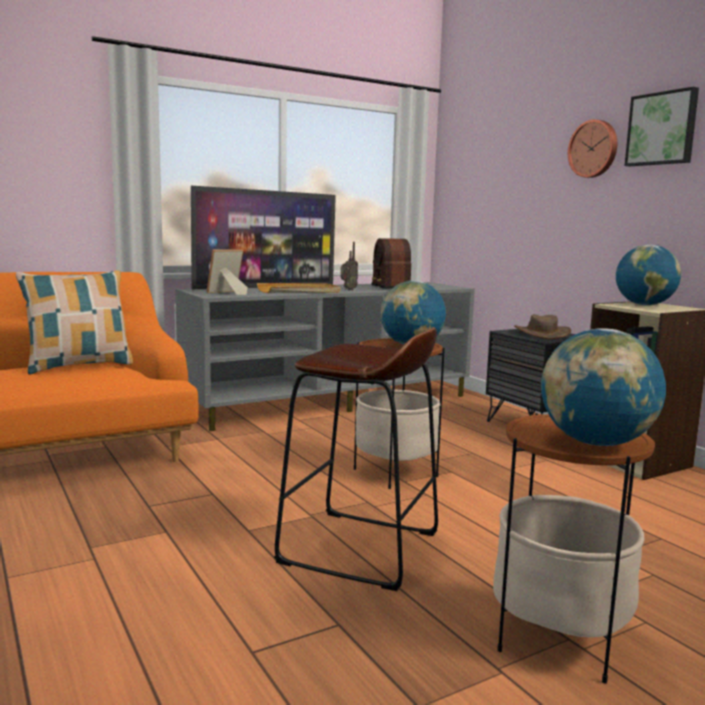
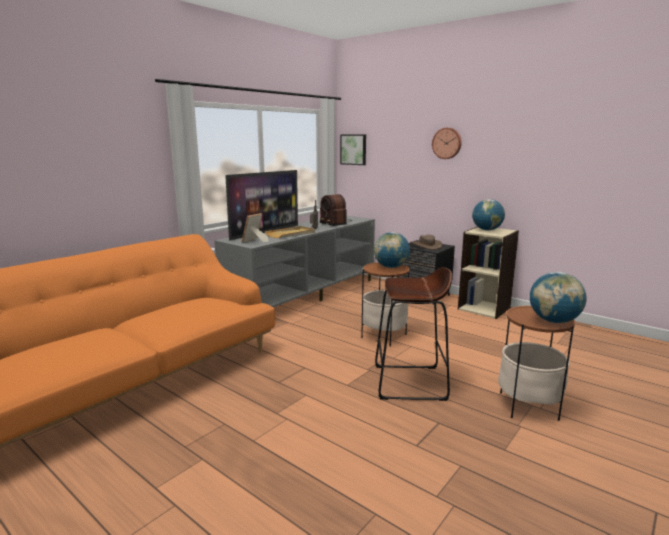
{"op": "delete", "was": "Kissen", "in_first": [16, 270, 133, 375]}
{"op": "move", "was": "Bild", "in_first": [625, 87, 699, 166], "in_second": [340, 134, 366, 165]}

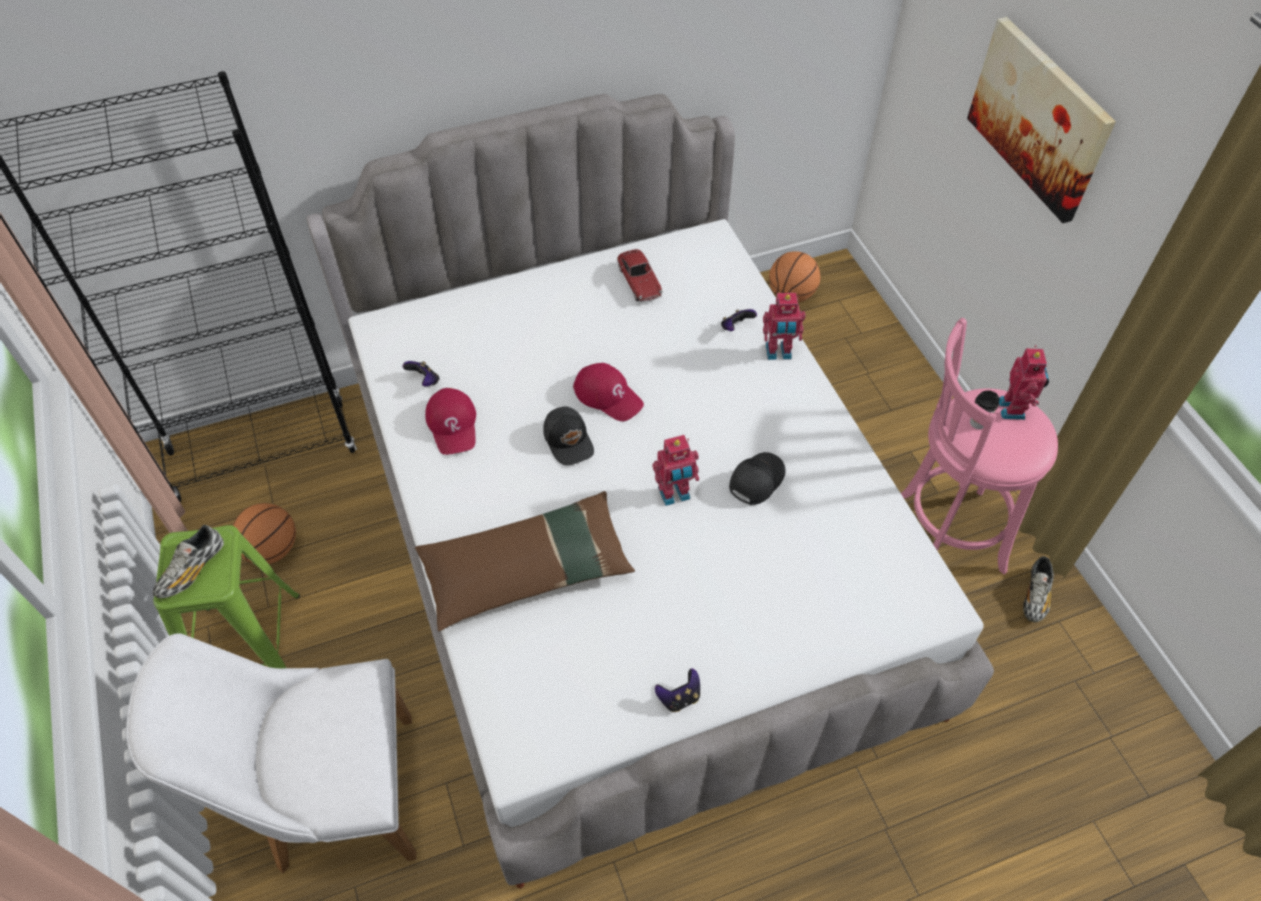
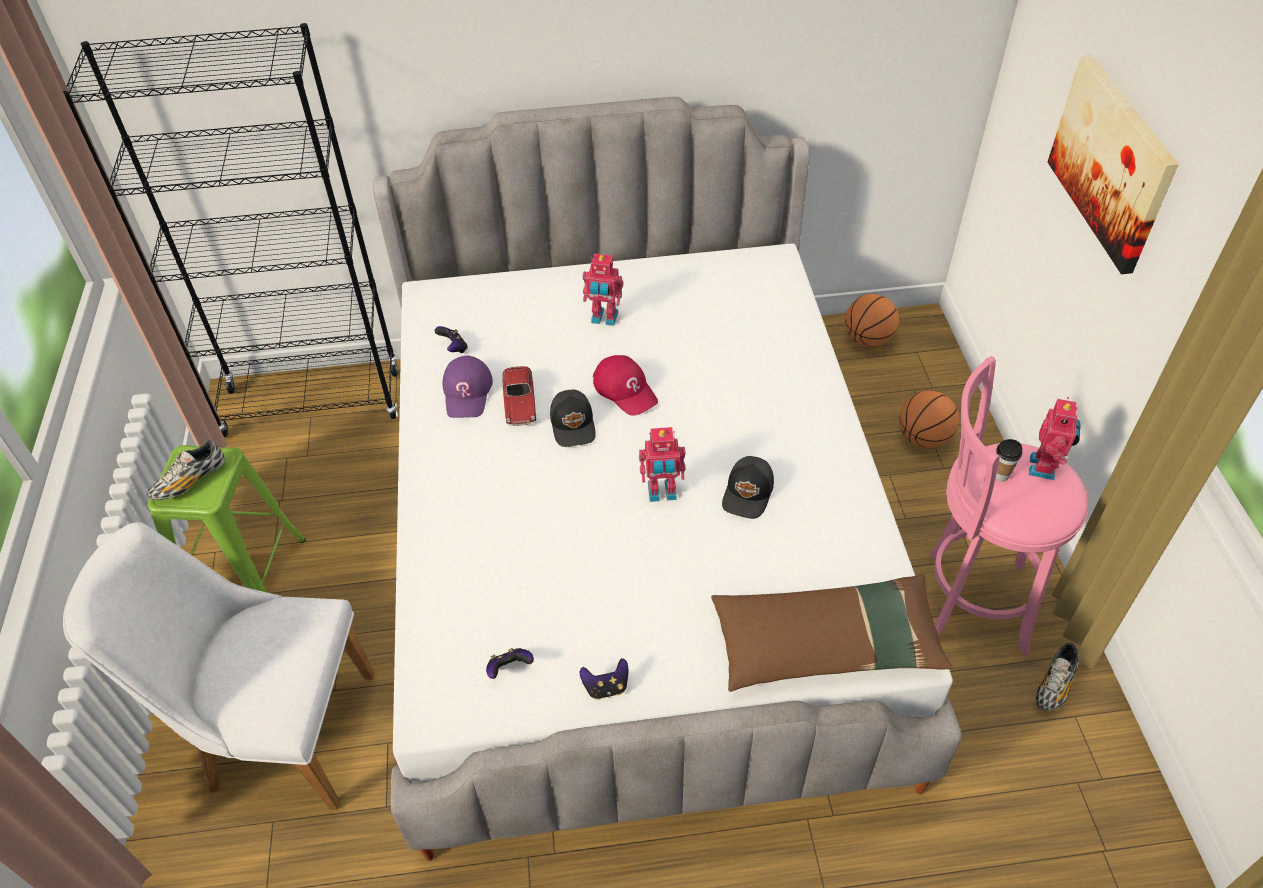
{"op": "move", "was": "Basketball", "in_first": [233, 503, 296, 564], "in_second": [899, 391, 959, 448]}
{"op": "move", "was": "Kissen (braun)", "in_first": [415, 491, 635, 631], "in_second": [711, 574, 953, 692]}
{"op": "move", "was": "Spielzeugauto", "in_first": [617, 249, 663, 302], "in_second": [502, 366, 536, 426]}
{"op": "move", "was": "Gamepad", "in_first": [721, 309, 757, 331], "in_second": [486, 648, 534, 679]}
{"op": "move", "was": "Spielzeugroboter", "in_first": [763, 293, 805, 360], "in_second": [583, 254, 624, 326]}
{"op": "recolor", "was": "Kappe (rot)", "now": "Kappe (lila)", "in_first": [425, 388, 476, 455], "in_second": [442, 356, 493, 418]}
{"op": "rotate", "was": "Kappe (schwarz)", "in_first": [729, 452, 786, 505], "in_second": [722, 456, 774, 519], "clockwise": 150}

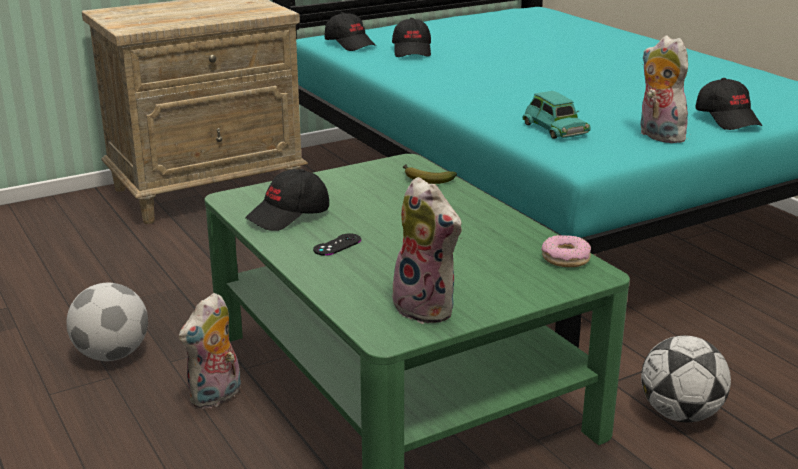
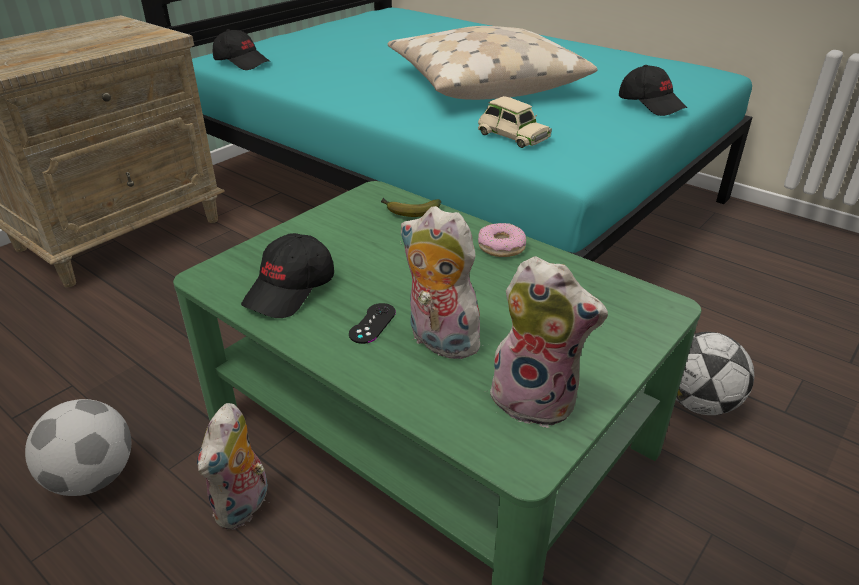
{"op": "delete", "was": "Kappe (schwarz)", "in_first": [392, 18, 431, 57]}
{"op": "insert", "now": "Kissen (beige)", "in_second": [388, 26, 598, 100]}
{"op": "move", "was": "Donut", "in_first": [541, 235, 591, 267], "in_second": [478, 223, 526, 257]}
{"op": "move", "was": "Plüschtier", "in_first": [640, 36, 690, 143], "in_second": [400, 206, 487, 359]}
{"op": "recolor", "was": "Spielzeugauto (türkis)", "now": "Spielzeugauto (beige)", "in_first": [523, 91, 591, 139], "in_second": [478, 96, 552, 148]}

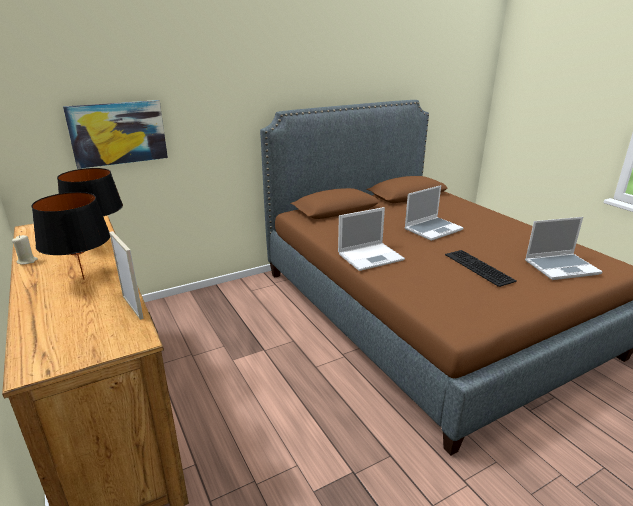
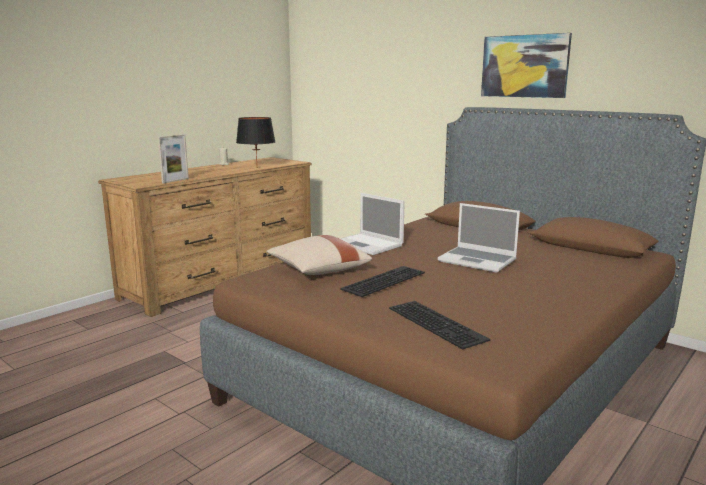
{"op": "delete", "was": "Tischlampe (schwarz)", "in_first": [31, 192, 110, 280]}
{"op": "insert", "now": "Kissen (beige)", "in_second": [266, 235, 372, 275]}
{"op": "move", "was": "Bild", "in_first": [63, 100, 168, 169], "in_second": [481, 33, 572, 98]}
{"op": "replace", "was": "Laptop", "now": "Tastatur", "in_first": [525, 217, 603, 280], "in_second": [389, 301, 490, 349]}

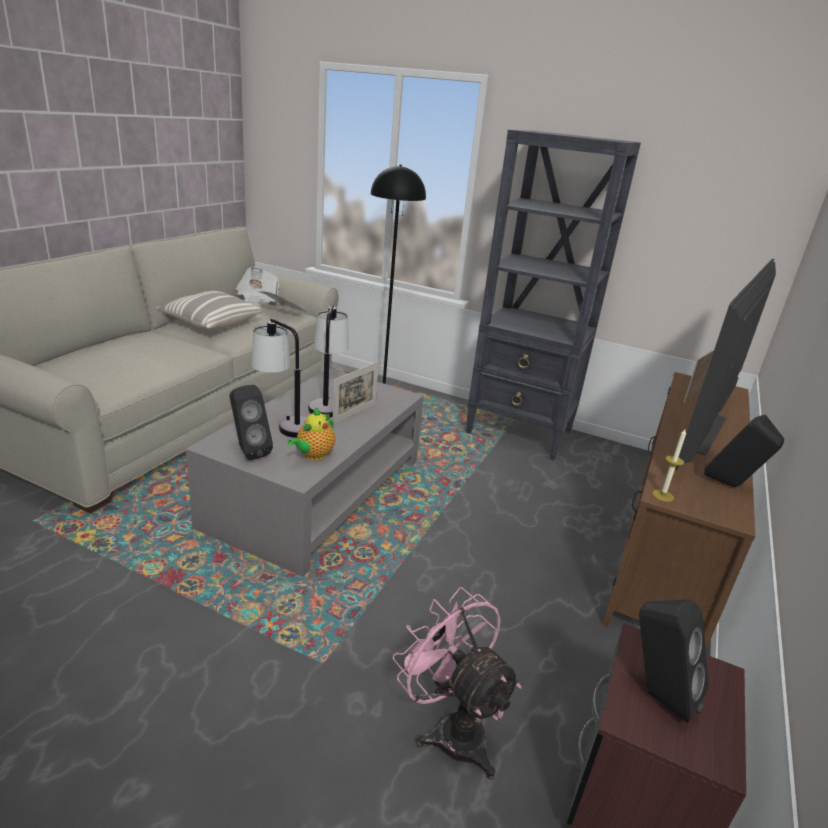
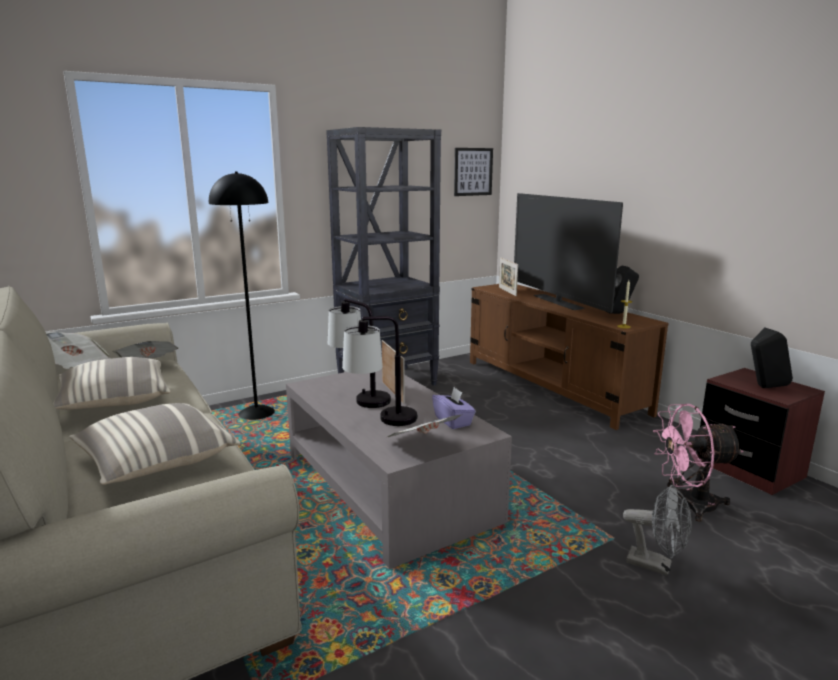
{"op": "insert", "now": "Kissen", "in_second": [69, 403, 240, 485]}
{"op": "insert", "now": "Bild", "in_second": [454, 148, 493, 196]}
{"op": "insert", "now": "Ventilator (grau)", "in_second": [623, 485, 692, 576]}
{"op": "replace", "was": "Lautsprecher (schwarz)", "now": "Zeitung", "in_first": [229, 385, 273, 460], "in_second": [386, 415, 461, 438]}
{"op": "replace", "was": "Teekanne", "now": "Taschentuchbox (lila)", "in_first": [287, 408, 335, 460], "in_second": [432, 387, 476, 429]}

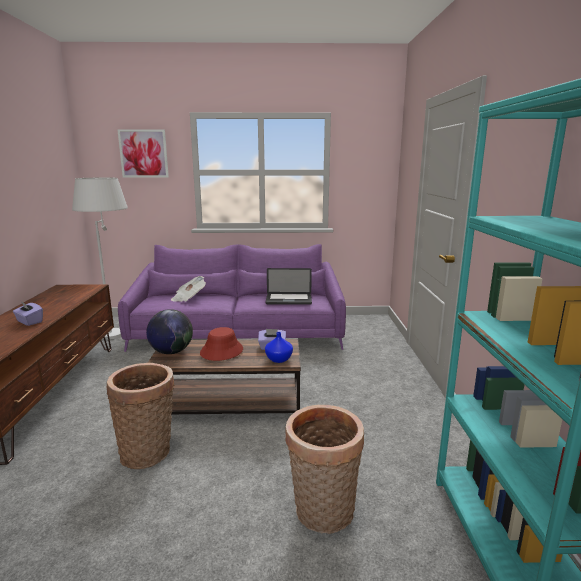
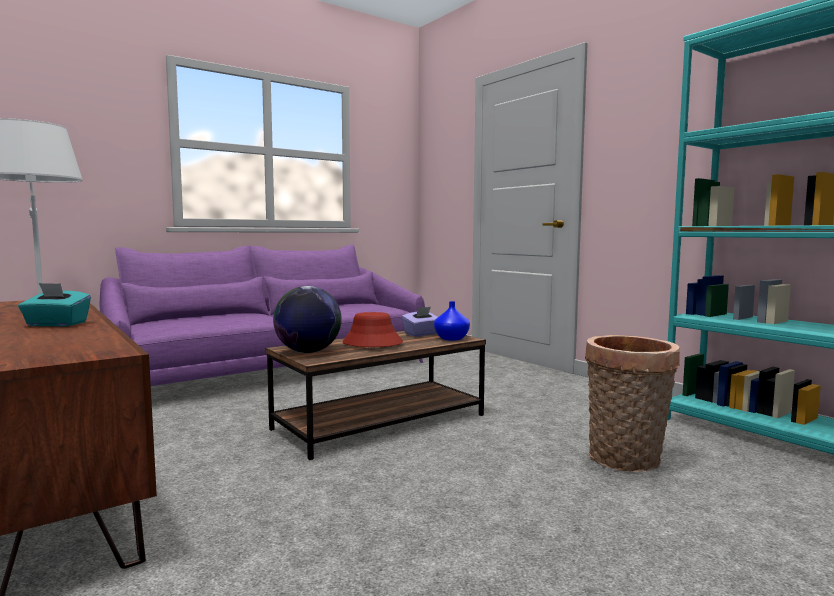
{"op": "delete", "was": "Korb", "in_first": [107, 363, 175, 469]}
{"op": "delete", "was": "Bild", "in_first": [117, 129, 169, 178]}
{"op": "delete", "was": "Zeitung", "in_first": [171, 276, 206, 302]}
{"op": "delete", "was": "Laptop", "in_first": [265, 268, 312, 305]}
{"op": "recolor", "was": "Taschentuchbox (lila)", "now": "Taschentuchbox (türkis)", "in_first": [13, 301, 43, 326], "in_second": [18, 283, 91, 327]}

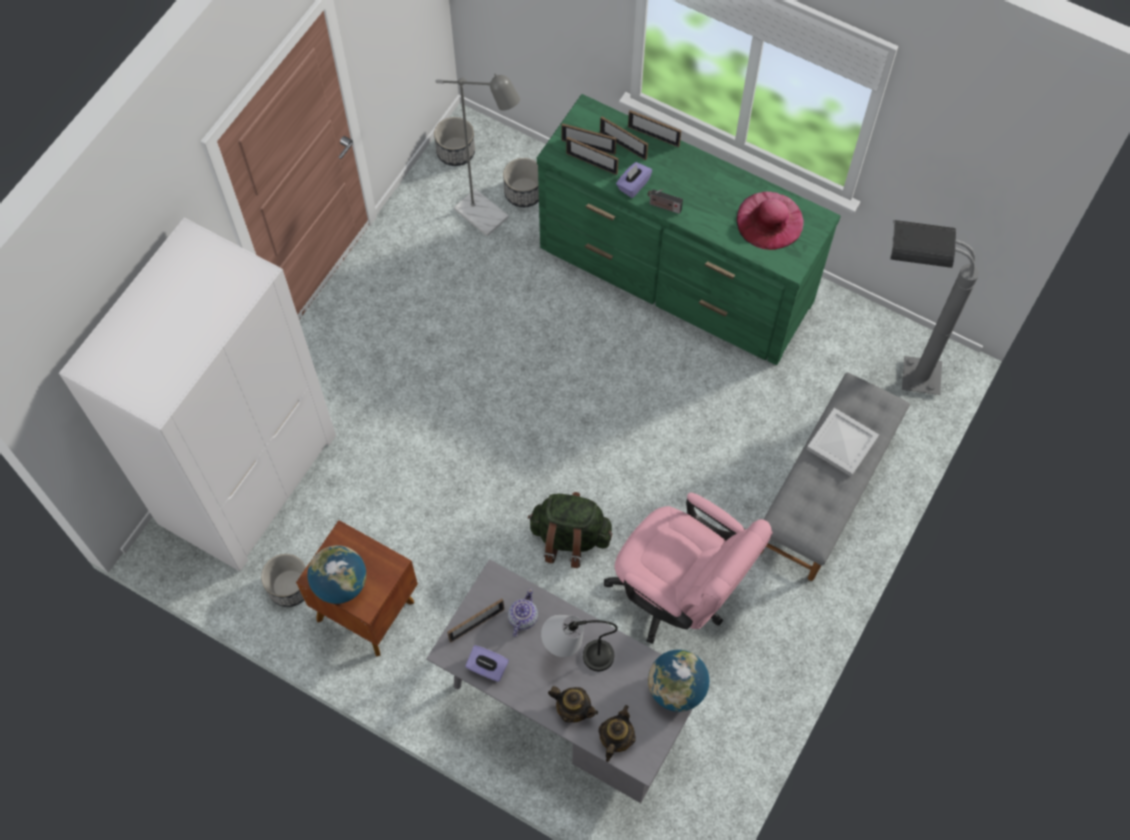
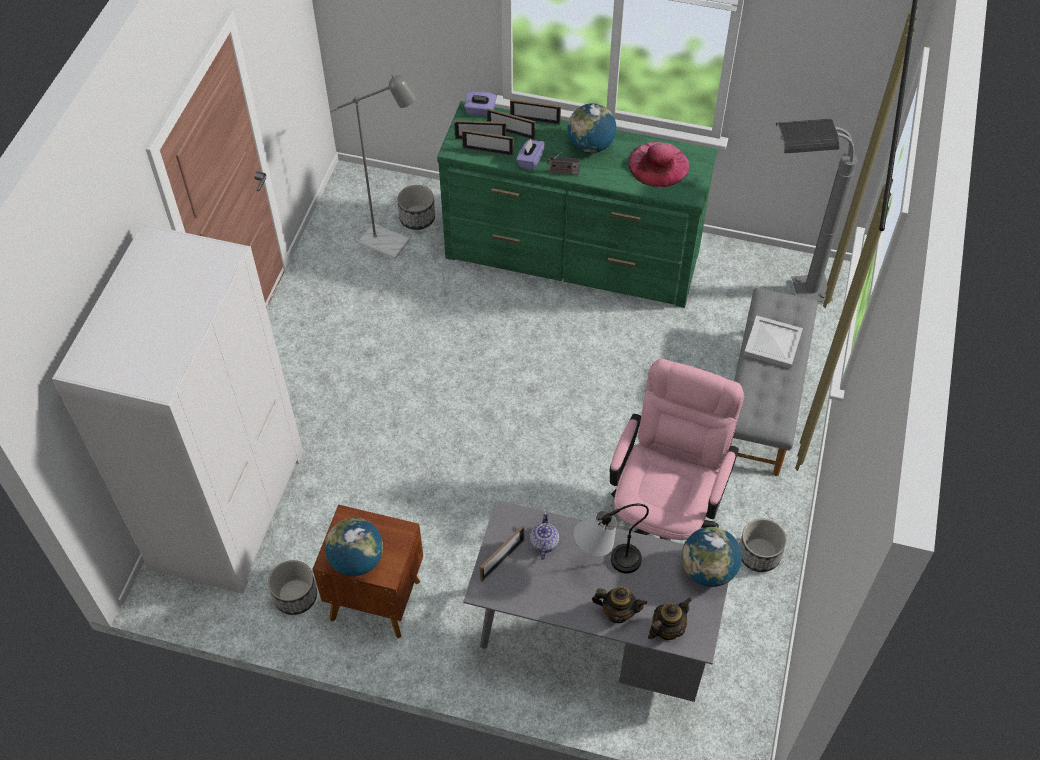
{"op": "delete", "was": "Rucksack (grün)", "in_first": [528, 492, 612, 568]}
{"op": "insert", "now": "Globus", "in_second": [568, 103, 616, 153]}
{"op": "move", "was": "Pflanzkübel", "in_first": [434, 117, 475, 166], "in_second": [739, 519, 787, 572]}
{"op": "move", "was": "Taschentuchbox (lila)", "in_first": [465, 645, 509, 682], "in_second": [464, 91, 497, 117]}
{"op": "rotate", "was": "Teekanne", "in_first": [598, 705, 636, 762], "in_second": [648, 598, 692, 640], "clockwise": 45}
{"op": "rotate", "was": "Bürostuhl (rosa)", "in_first": [604, 493, 773, 644], "in_second": [610, 358, 744, 541], "clockwise": -90}

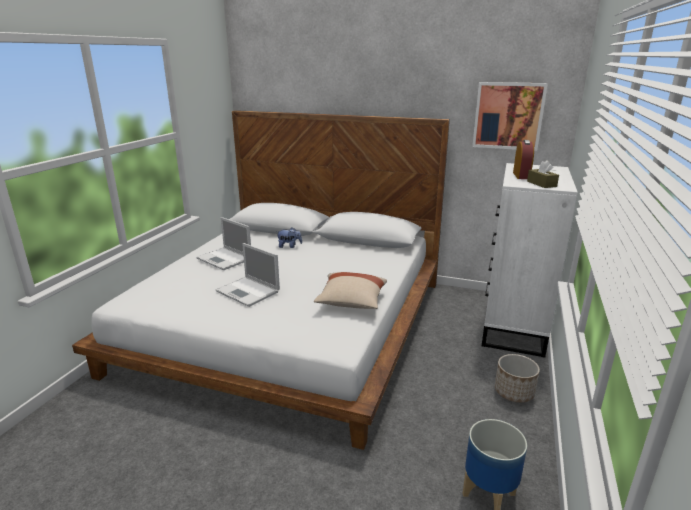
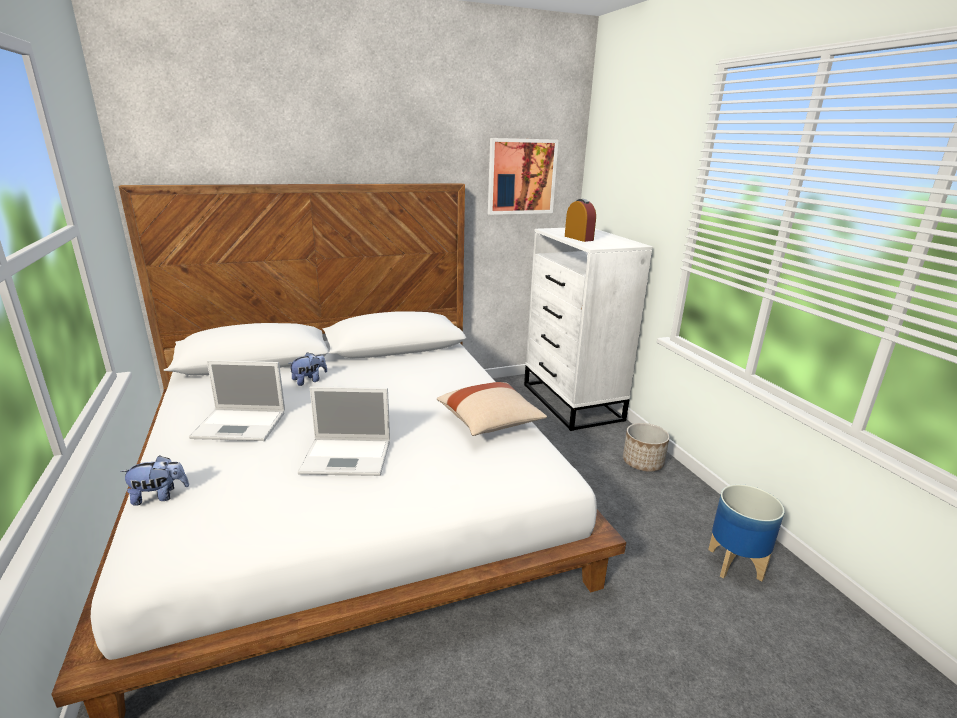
{"op": "delete", "was": "Taschentuchbox (braun)", "in_first": [527, 160, 559, 188]}
{"op": "insert", "now": "Plüschtier", "in_second": [120, 455, 189, 506]}

